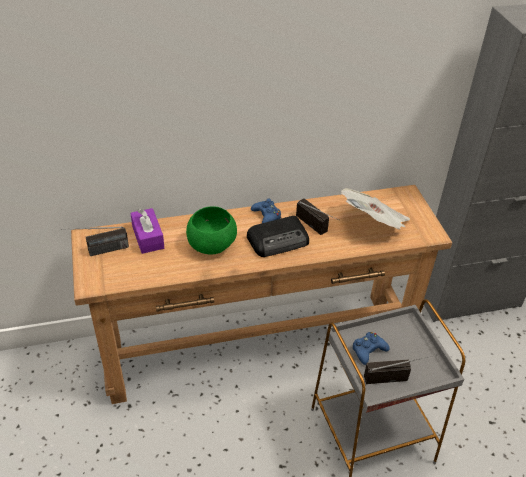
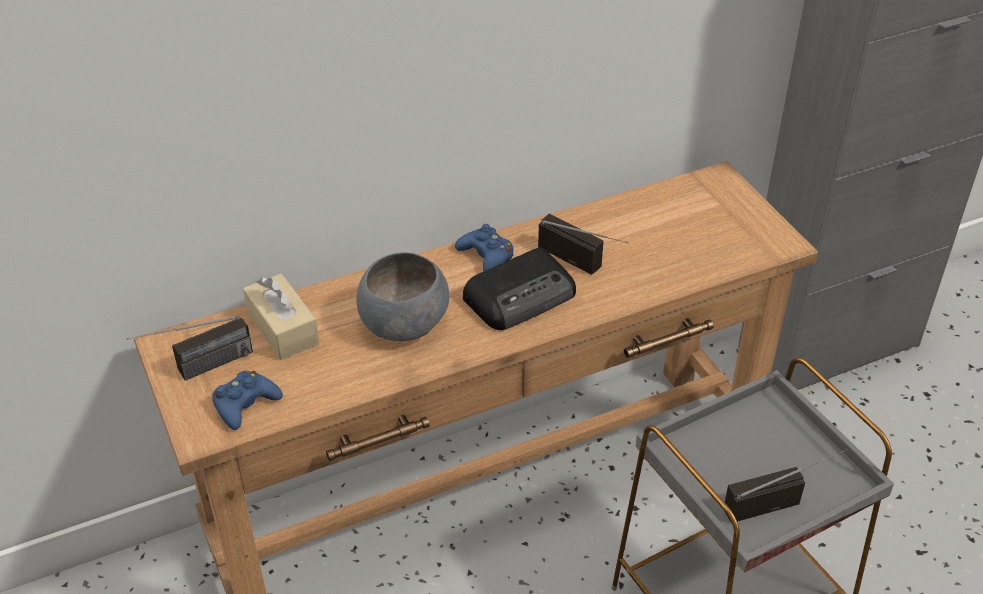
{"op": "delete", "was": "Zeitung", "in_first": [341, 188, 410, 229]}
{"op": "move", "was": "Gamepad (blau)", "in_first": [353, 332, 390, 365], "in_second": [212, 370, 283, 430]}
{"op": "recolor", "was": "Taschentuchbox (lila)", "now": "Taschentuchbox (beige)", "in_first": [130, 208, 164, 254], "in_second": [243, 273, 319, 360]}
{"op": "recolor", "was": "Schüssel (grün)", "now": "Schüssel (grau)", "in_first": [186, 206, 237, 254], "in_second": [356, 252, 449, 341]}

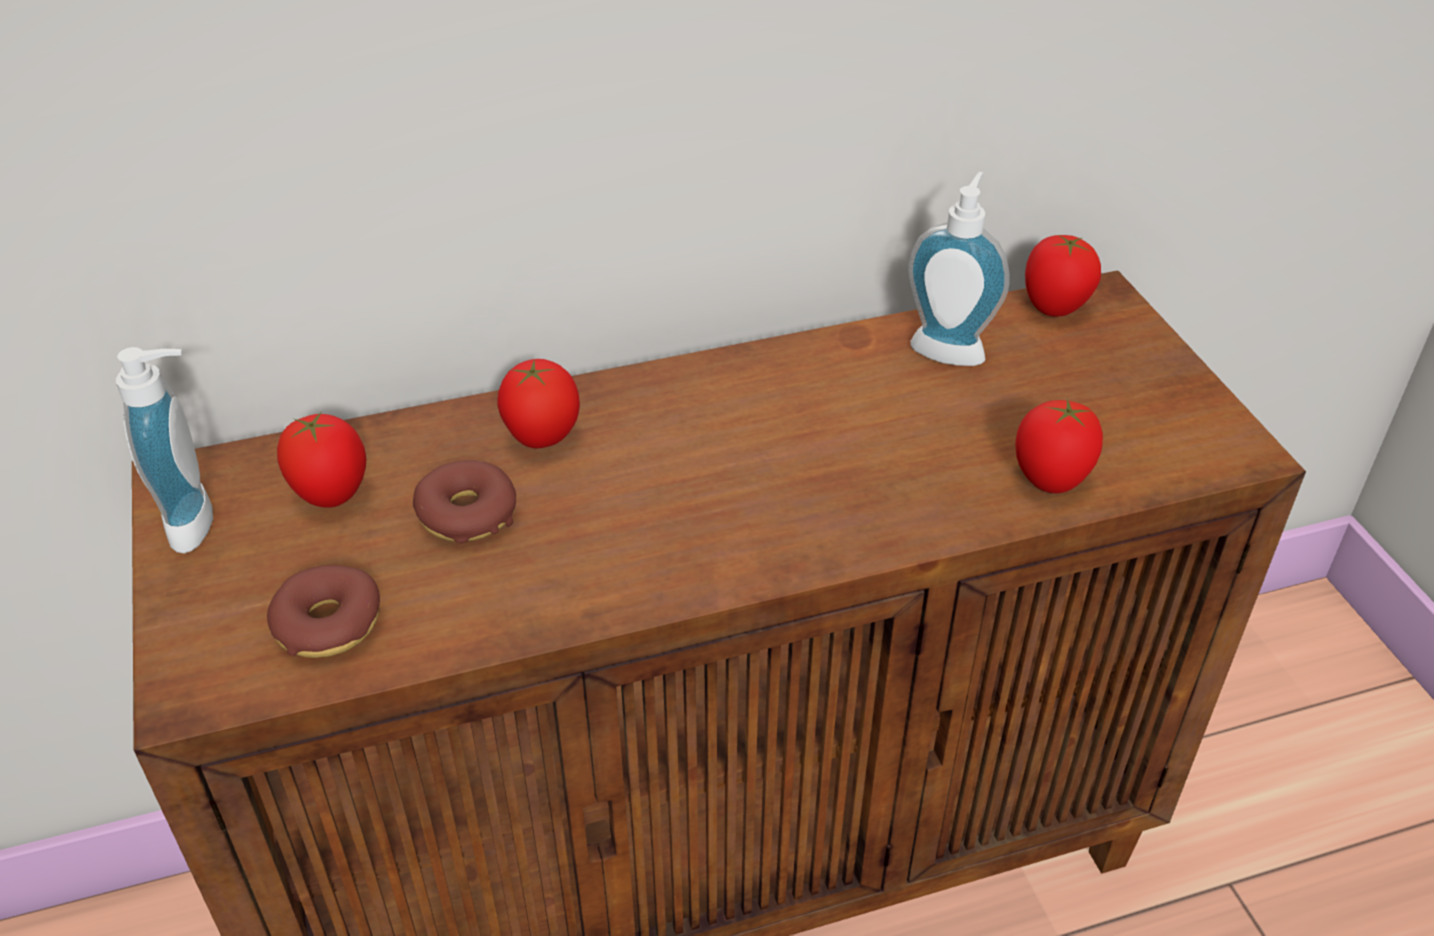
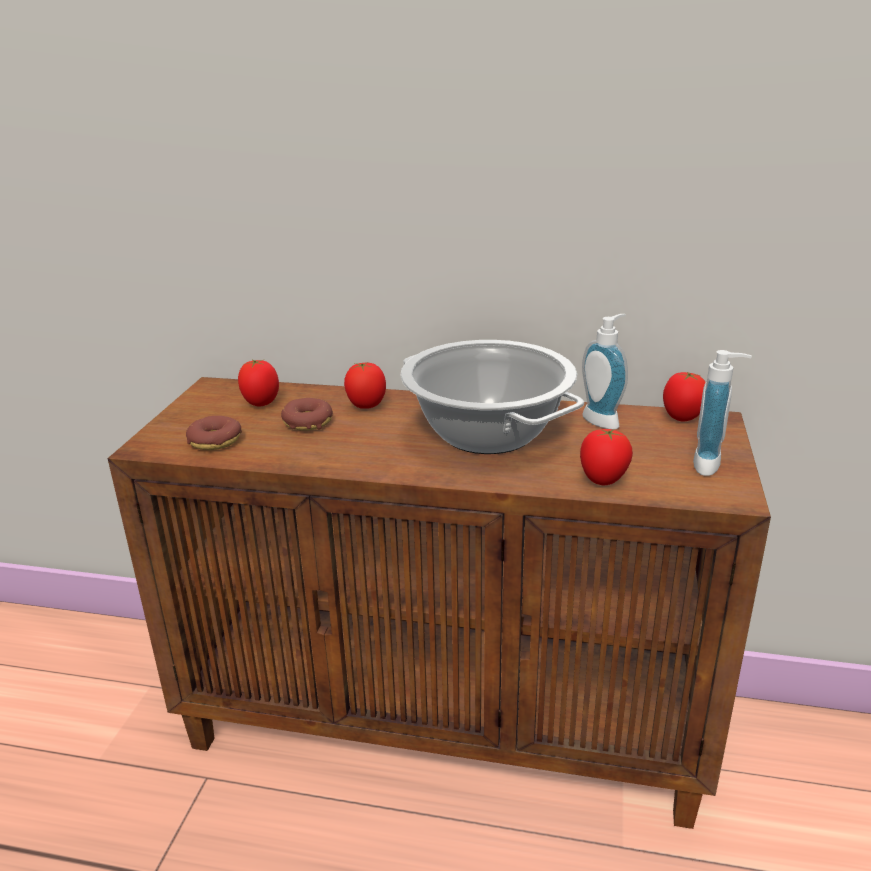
{"op": "insert", "now": "Kochtopf", "in_second": [400, 340, 584, 454]}
{"op": "move", "was": "Seifenspender", "in_first": [116, 347, 213, 553], "in_second": [693, 350, 752, 476]}

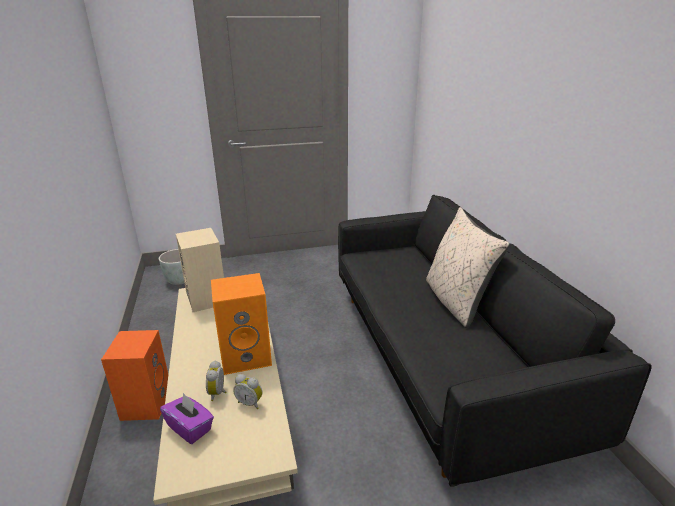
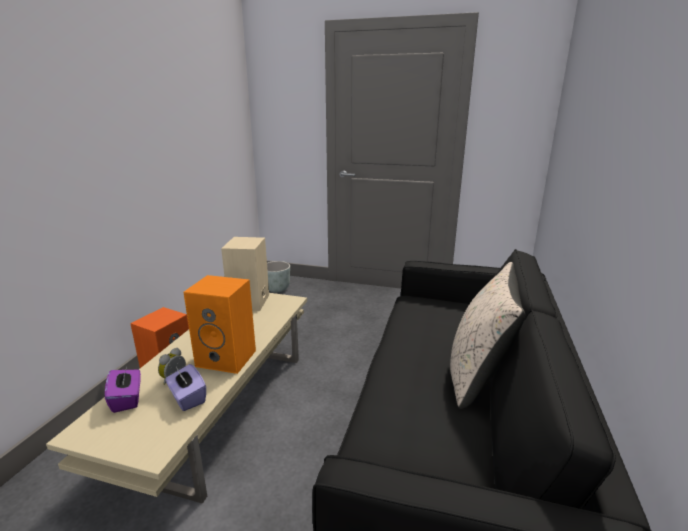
{"op": "replace", "was": "Wecker", "now": "Taschentuchbox (lila)", "in_first": [233, 374, 262, 409], "in_second": [166, 364, 206, 411]}

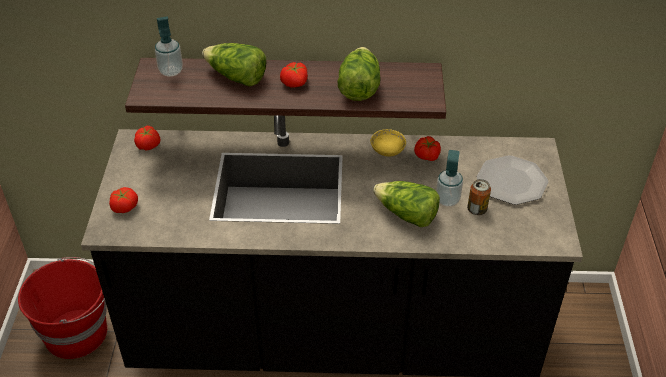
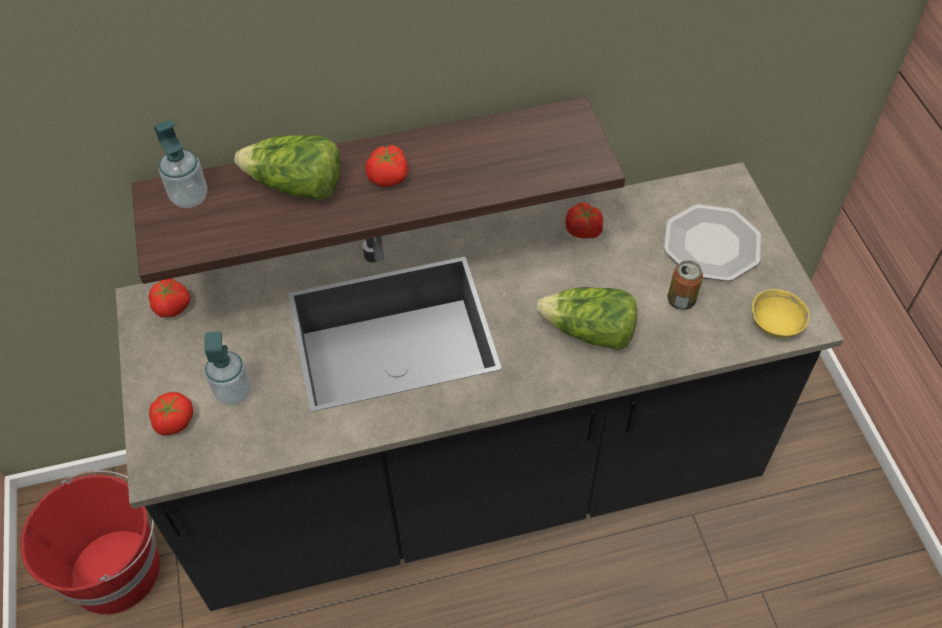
{"op": "delete", "was": "Salatkopf", "in_first": [337, 47, 381, 101]}
{"op": "move", "was": "Schüssel (gelb)", "in_first": [370, 129, 406, 156], "in_second": [752, 289, 809, 338]}
{"op": "move", "was": "Seifenspender", "in_first": [436, 150, 463, 207], "in_second": [204, 332, 251, 405]}

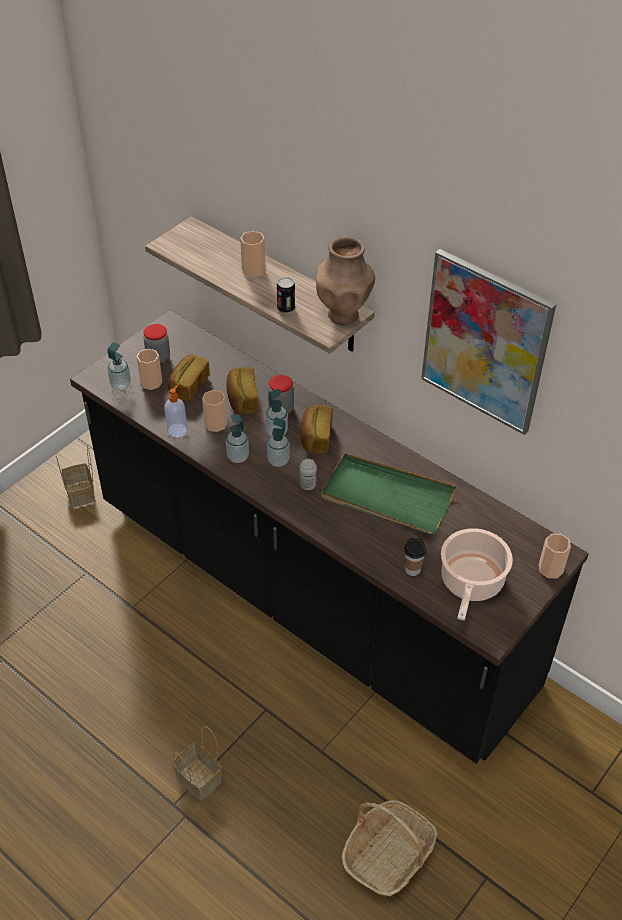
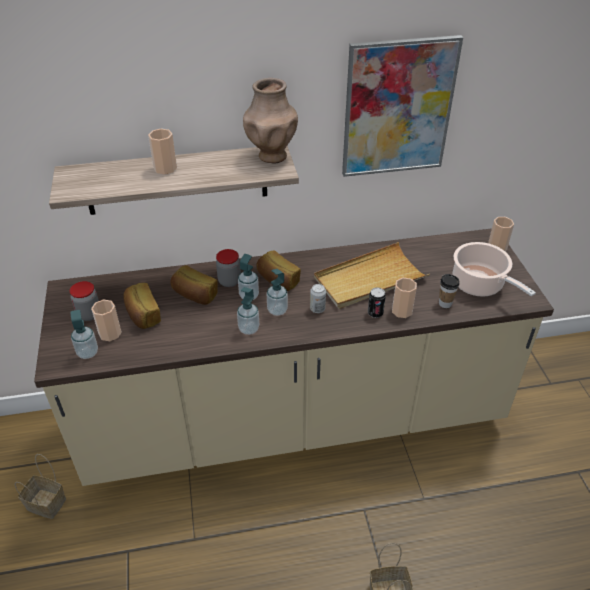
{"op": "delete", "was": "Seifenspender", "in_first": [165, 383, 187, 437]}
{"op": "delete", "was": "Korb", "in_first": [341, 800, 438, 897]}
{"op": "move", "was": "Tasse", "in_first": [202, 390, 227, 432], "in_second": [392, 278, 417, 318]}
{"op": "move", "was": "Dose", "in_first": [277, 278, 295, 313], "in_second": [368, 288, 386, 318]}
{"op": "recolor", "was": "Küchenzeile (schwarz)", "now": "Küchenzeile (beige)", "in_first": [70, 310, 589, 764], "in_second": [34, 228, 554, 486]}
{"op": "recolor", "was": "Tablett (grün)", "now": "Tablett (beige)", "in_first": [321, 453, 456, 535], "in_second": [314, 242, 430, 309]}

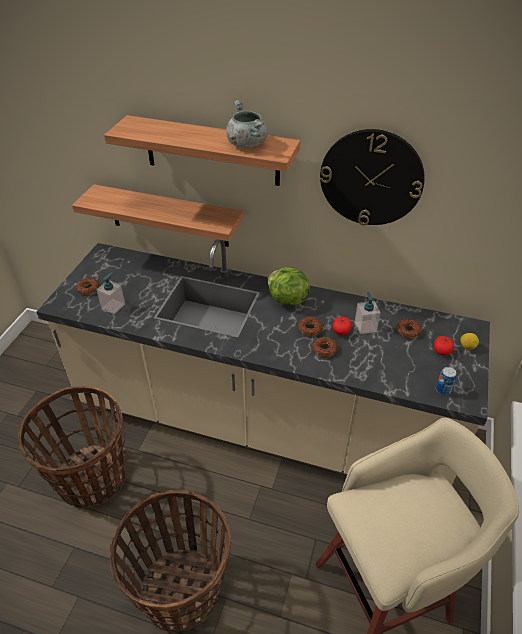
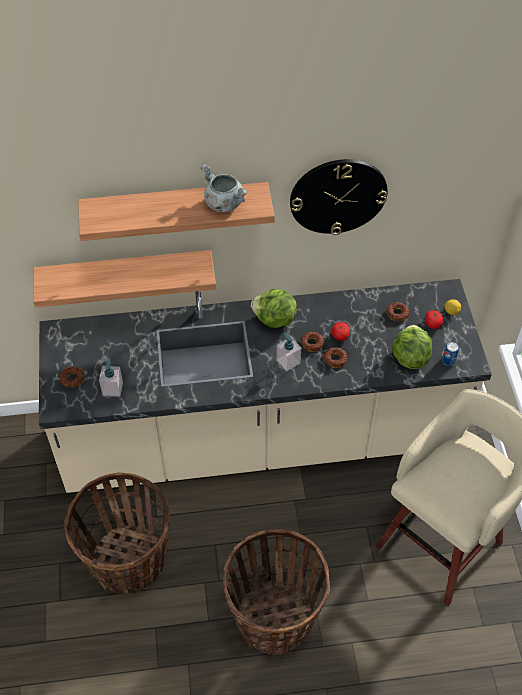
{"op": "insert", "now": "Salatkopf", "in_second": [392, 325, 432, 369]}
{"op": "move", "was": "Seifenspender", "in_first": [355, 292, 380, 334], "in_second": [276, 332, 301, 372]}

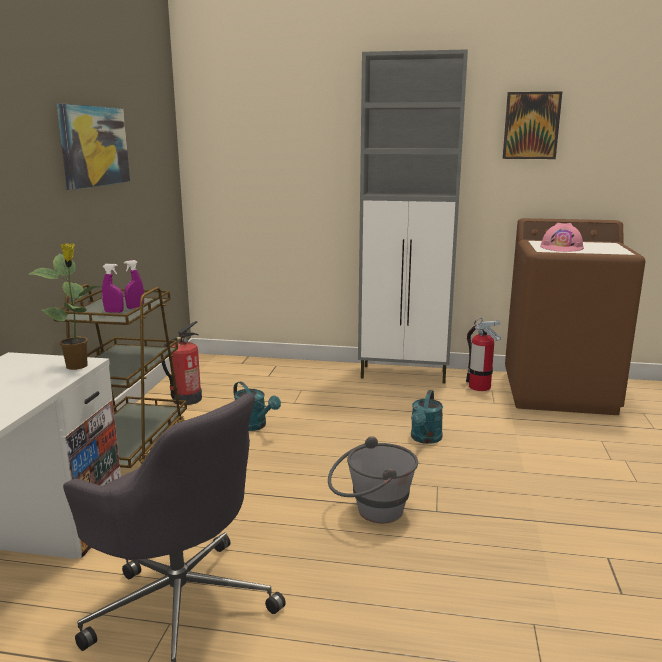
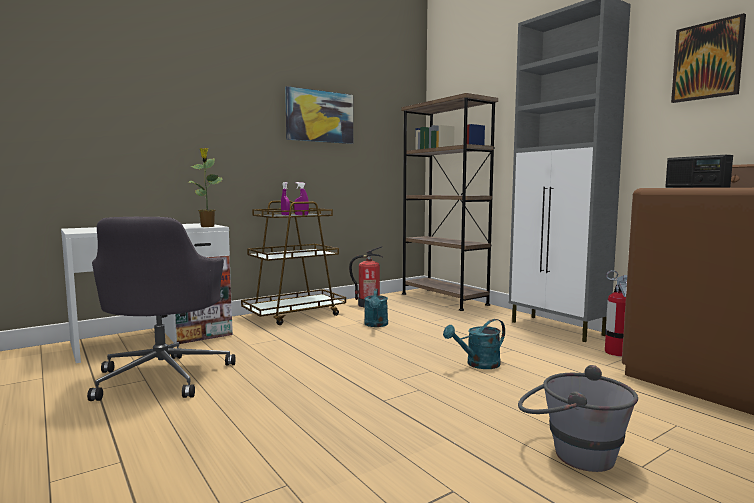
{"op": "insert", "now": "Bücherregal (braun)", "in_second": [401, 93, 498, 311]}
{"op": "move", "was": "Eimer (grau)", "in_first": [328, 436, 418, 523], "in_second": [518, 365, 638, 472]}
{"op": "replace", "was": "Schutzhelm (rosa)", "now": "Radio", "in_first": [540, 223, 584, 252], "in_second": [665, 155, 733, 188]}

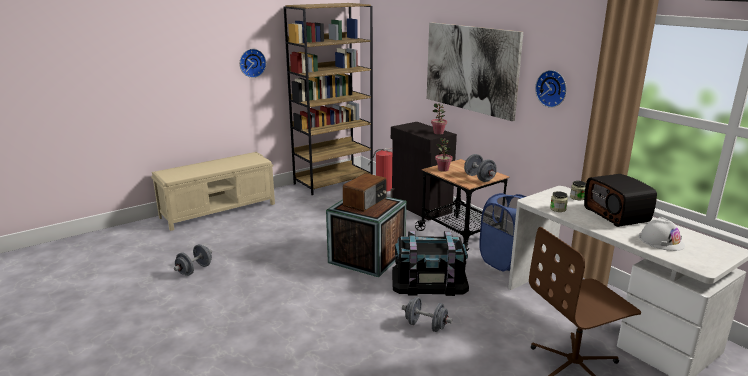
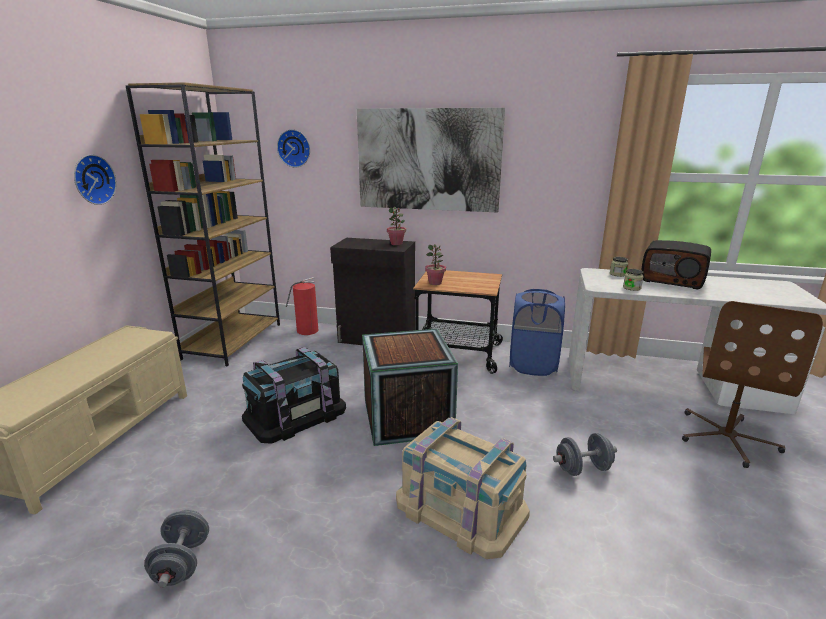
{"op": "delete", "was": "Radio", "in_first": [343, 173, 387, 212]}
{"op": "delete", "was": "Hantel (grau)", "in_first": [464, 154, 497, 182]}
{"op": "delete", "was": "Schutzhelm (weiß)", "in_first": [639, 217, 685, 251]}
{"op": "insert", "now": "Aufbewahrungsbox (beige)", "in_second": [396, 417, 530, 559]}
{"op": "move", "was": "Aufbewahrungsbox (schwarz)", "in_first": [392, 231, 469, 296], "in_second": [242, 347, 346, 444]}
{"op": "move", "was": "Wanduhr", "in_first": [535, 70, 567, 108], "in_second": [277, 129, 310, 167]}

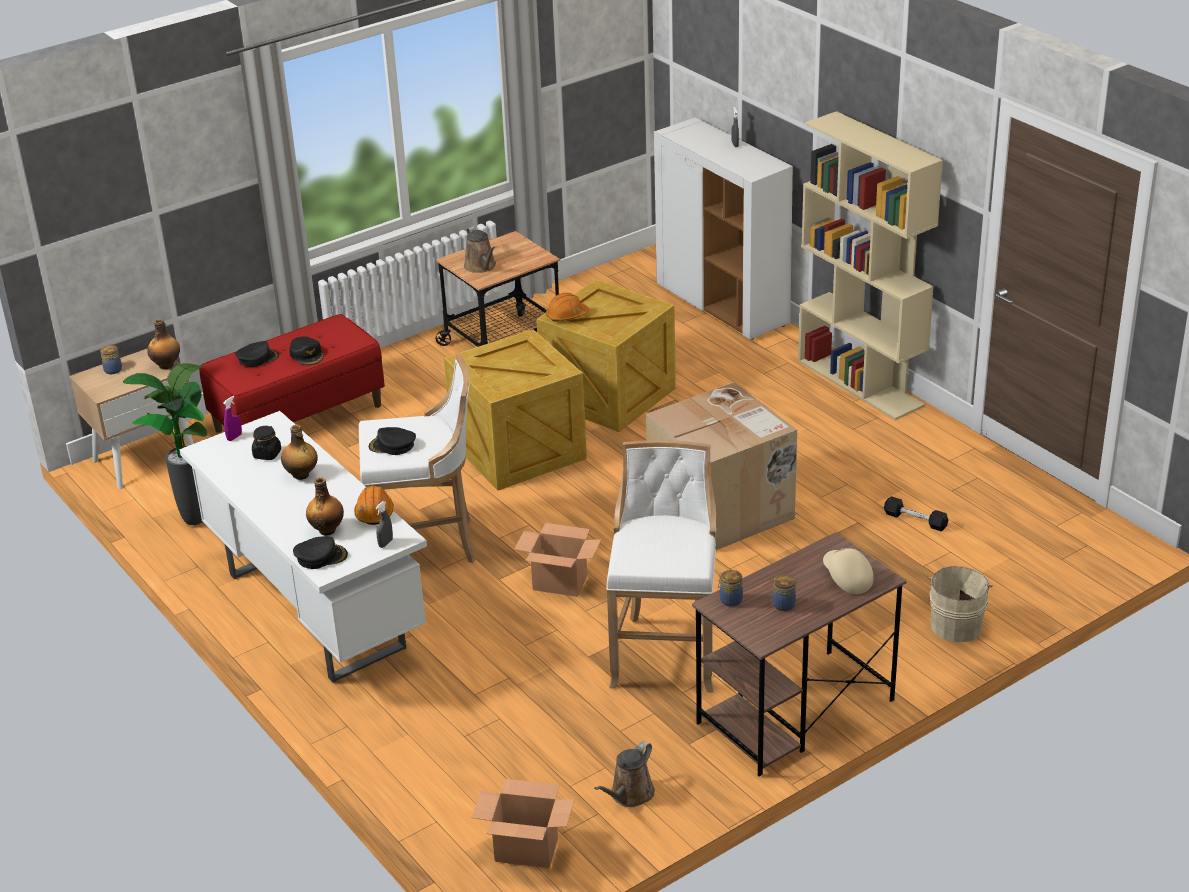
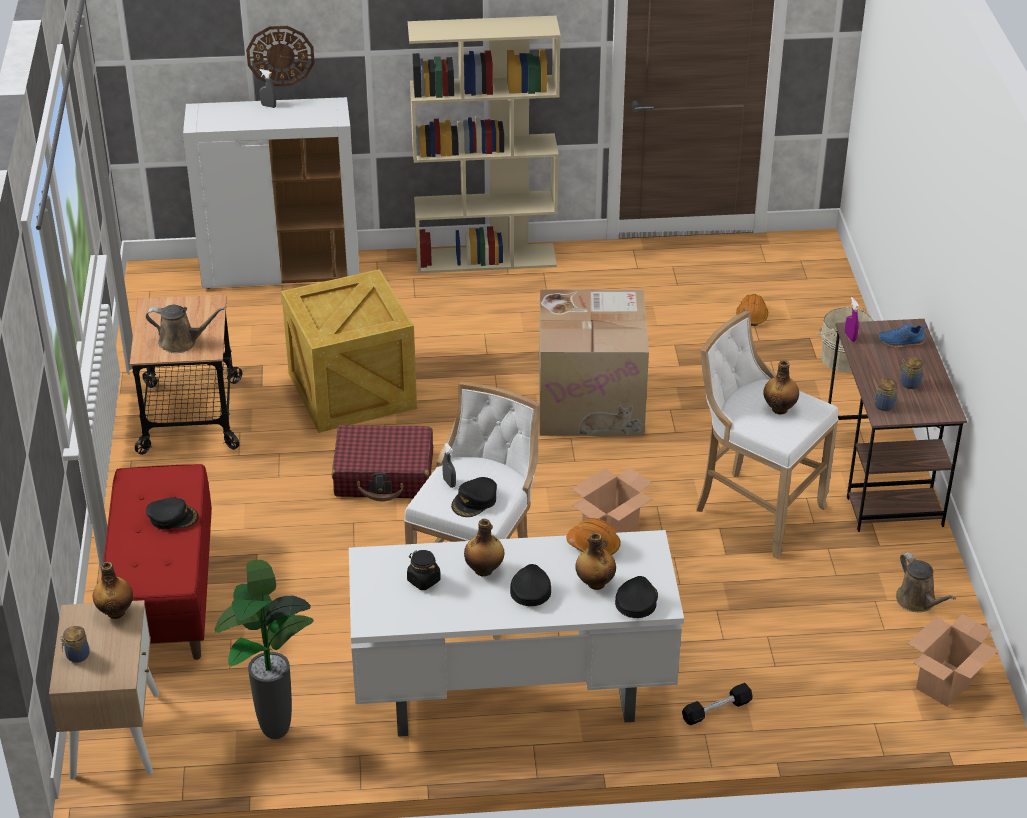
{"op": "insert", "now": "Wanduhr", "in_second": [246, 26, 315, 86]}
{"op": "insert", "now": "Flasche", "in_second": [763, 360, 799, 414]}
{"op": "move", "was": "Sprühflasche (lila)", "in_first": [223, 396, 242, 441], "in_second": [845, 297, 859, 342]}
{"op": "move", "was": "Kappe (schwarz)", "in_first": [235, 341, 279, 367], "in_second": [510, 564, 551, 606]}
{"op": "move", "was": "Sprühflasche (grau)", "in_first": [376, 501, 393, 548], "in_second": [442, 443, 456, 488]}
{"op": "move", "was": "Schutzhelm (orange)", "in_first": [546, 293, 589, 321], "in_second": [736, 294, 768, 326]}
{"op": "move", "was": "Hantel (schwarz)", "in_first": [884, 497, 948, 531], "in_second": [682, 683, 752, 725]}
{"op": "replace", "was": "Kiste", "now": "Koffer (rot)", "in_first": [444, 329, 587, 491], "in_second": [332, 425, 433, 501]}
{"op": "replace", "was": "Kappe (beige)", "now": "Schuh (blau)", "in_first": [823, 548, 874, 594], "in_second": [878, 323, 927, 348]}

